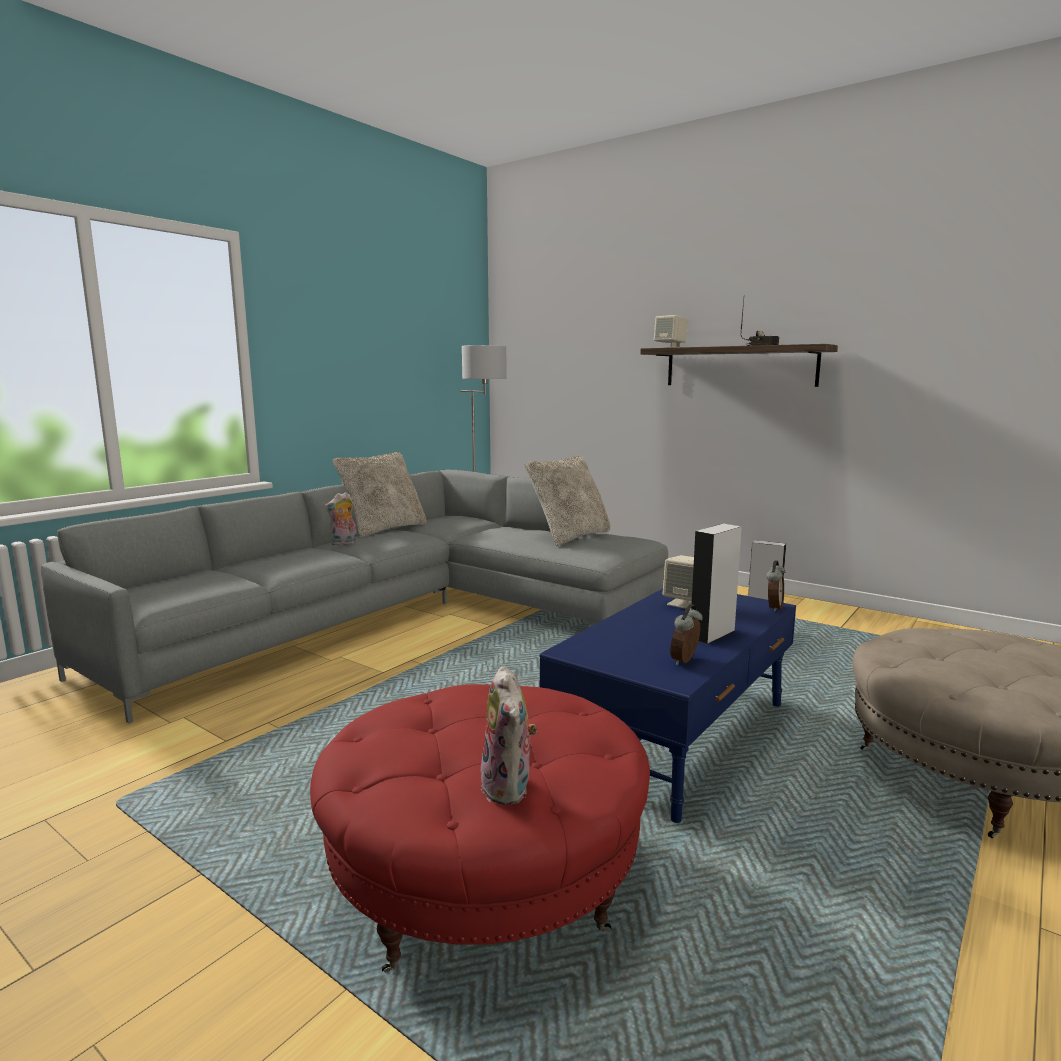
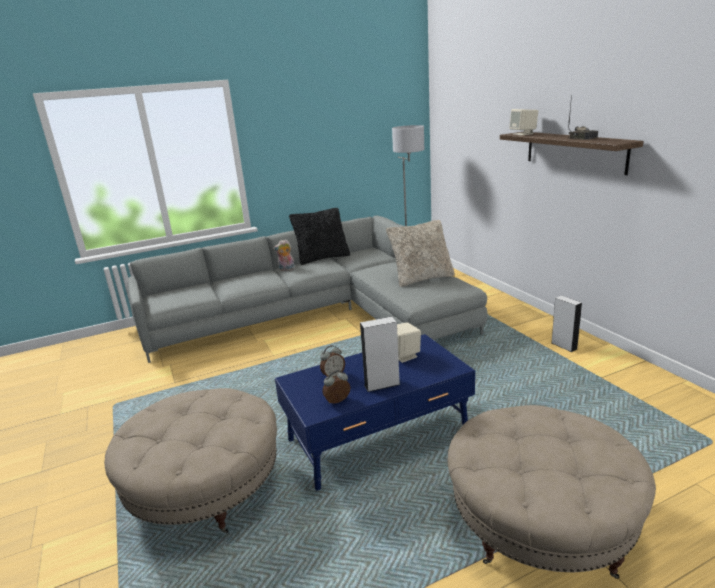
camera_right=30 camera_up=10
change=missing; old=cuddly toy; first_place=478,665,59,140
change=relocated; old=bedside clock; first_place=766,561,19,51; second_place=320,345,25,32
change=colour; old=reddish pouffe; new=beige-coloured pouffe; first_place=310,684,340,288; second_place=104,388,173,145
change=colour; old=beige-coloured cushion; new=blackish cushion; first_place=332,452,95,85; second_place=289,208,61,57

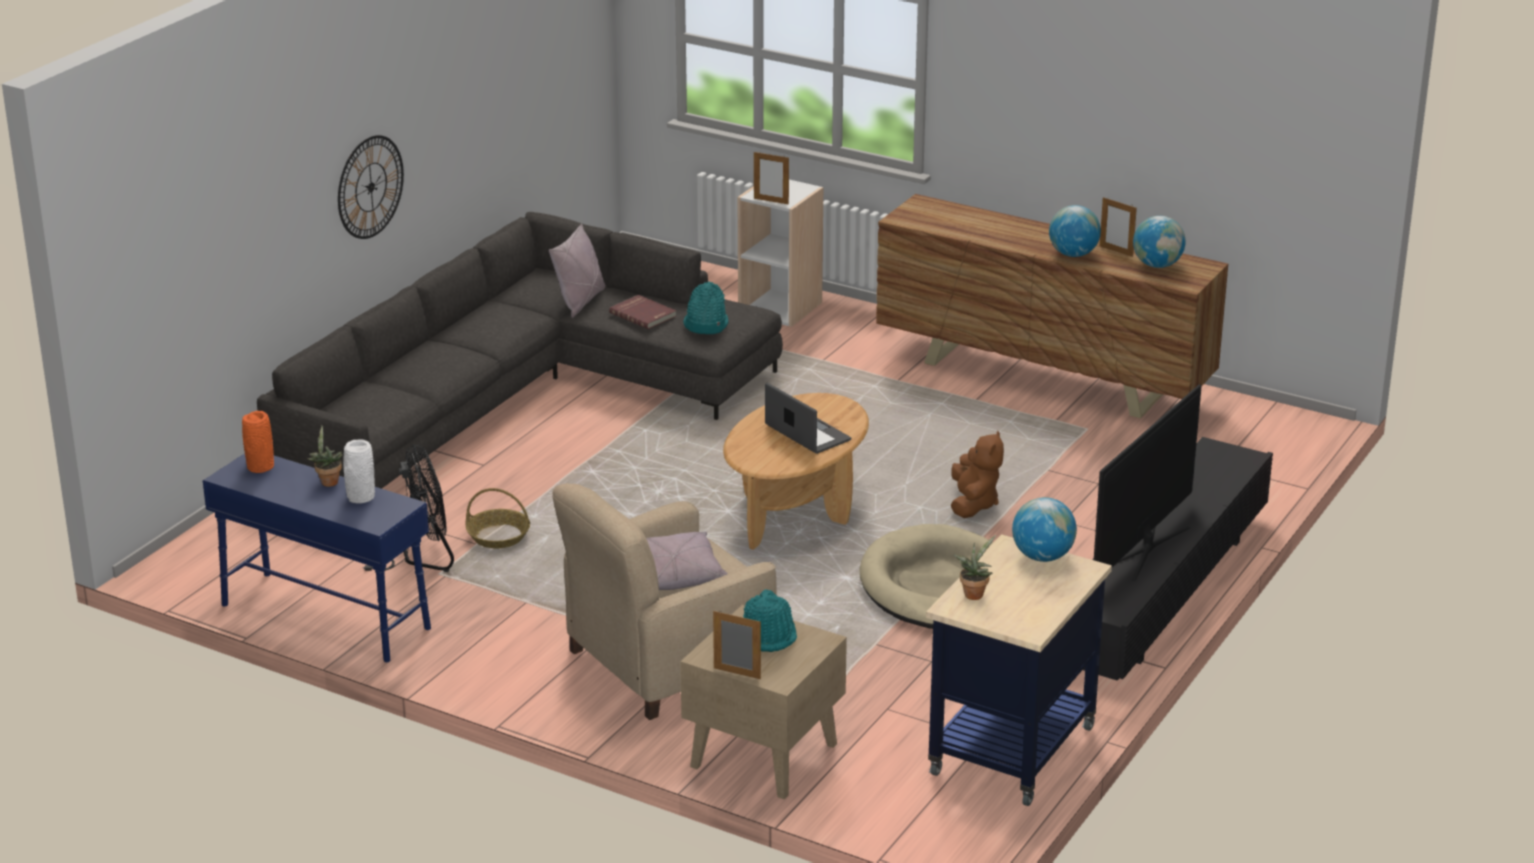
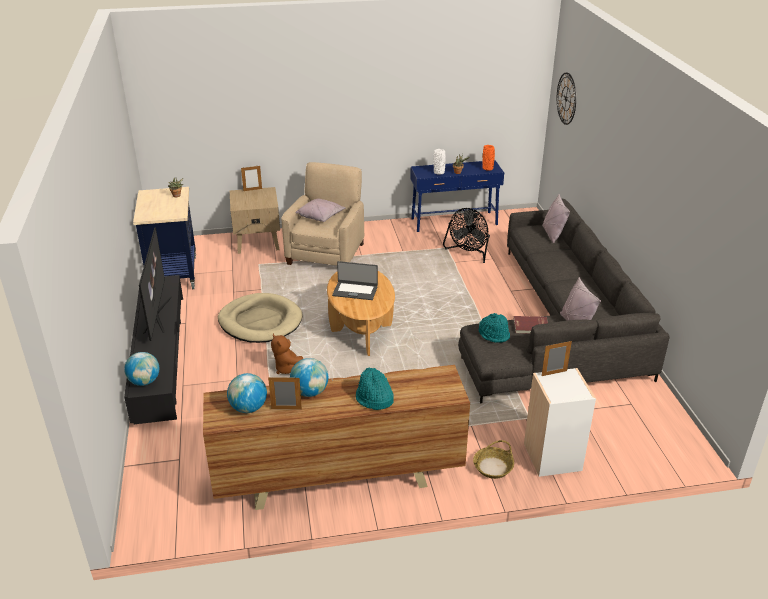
camera_right=140 camera_up=5
change=appeared; new=purple cushion; second_place=542,194,28,49
change=relocated; old=hanging clock; first_place=338,135,66,104; second_place=557,72,19,53
change=relocated; old=storage basket; first_place=466,488,64,60; second_place=473,440,41,39
change=relocated; old=blue-green clothing hat; first_place=743,590,54,62; second_place=356,368,38,42
change=relocated; old=world globe; first_place=1012,497,65,65; second_place=124,352,35,34

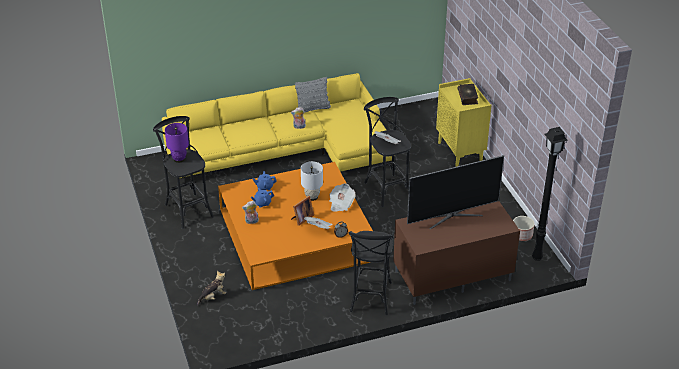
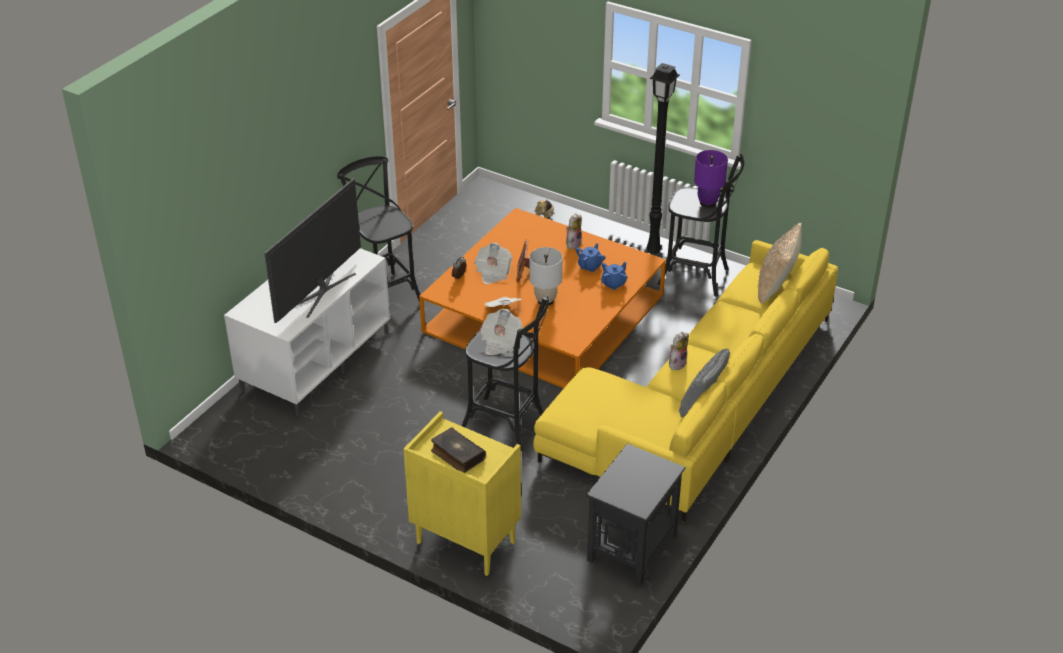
camera_right=140 camera_up=0
change=missing; old=plant pot; first_place=513,216,22,25
change=appeared; new=blackish accent table; second_place=586,444,100,141
change=appeared; new=beige-coloured cushion; second_place=758,222,44,81
change=relocated; old=blackish floor lamp; first_place=532,127,36,134; second_place=647,63,33,191
change=colour; old=brown tv unit; new=white tv unit; first_place=393,201,127,104; second_place=224,248,166,168

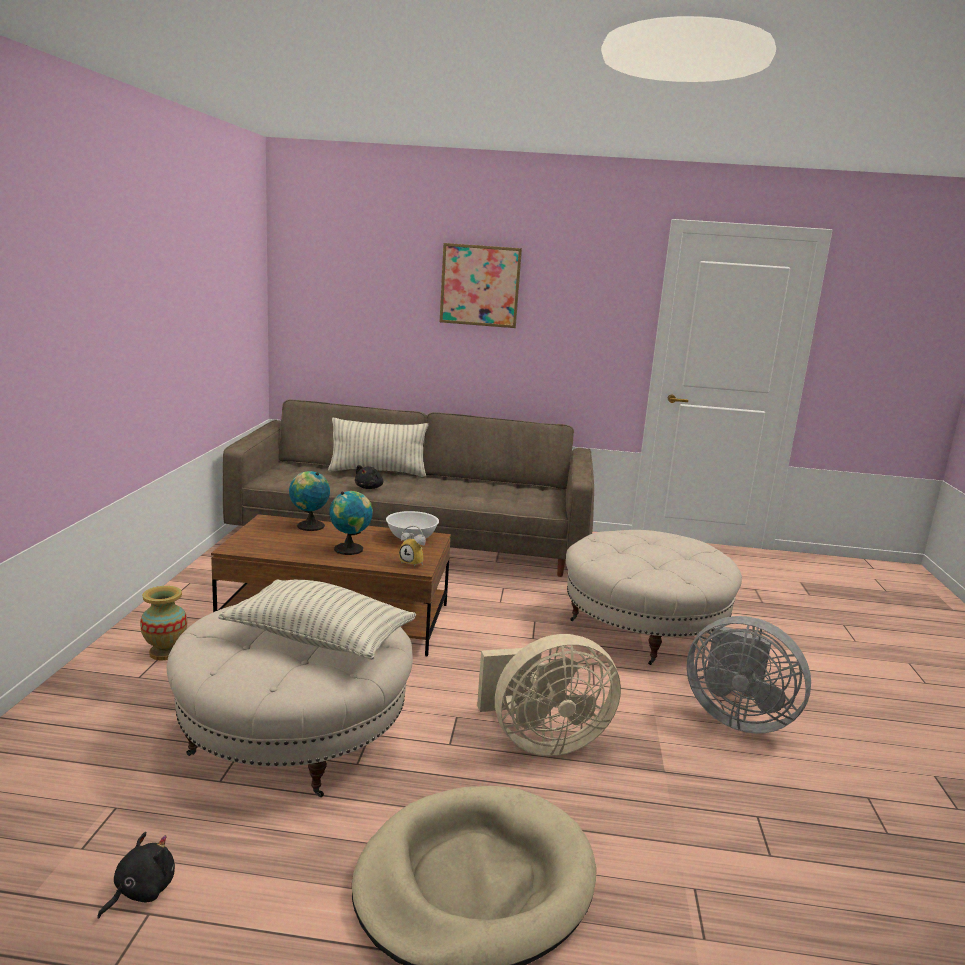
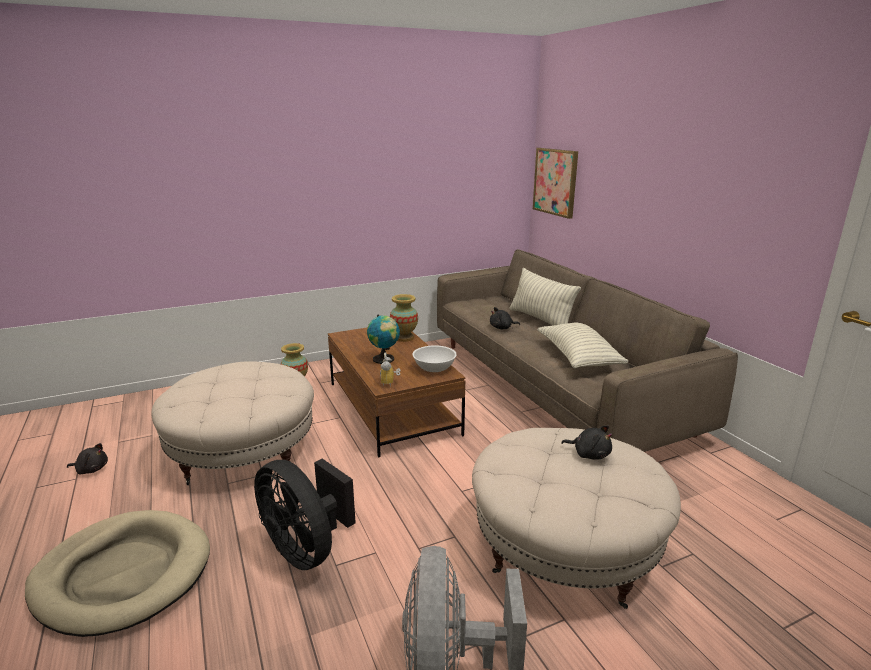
camera_right=60 camera_up=5
change=appeared; new=blackish cuddly toy; second_place=561,425,51,35
change=relocated; old=cushion; first_place=218,579,198,81; second_place=537,323,92,45
change=relocated; old=wall art; first_place=440,243,82,85; second_place=533,148,45,71
change=exchanged; old=world globe; new=flower vase; first_place=289,471,41,60; second_place=390,294,28,48
change=colour; old=beige-coloured electric fan; new=blackish electric fan; first_place=477,634,144,122; second_place=254,458,102,112

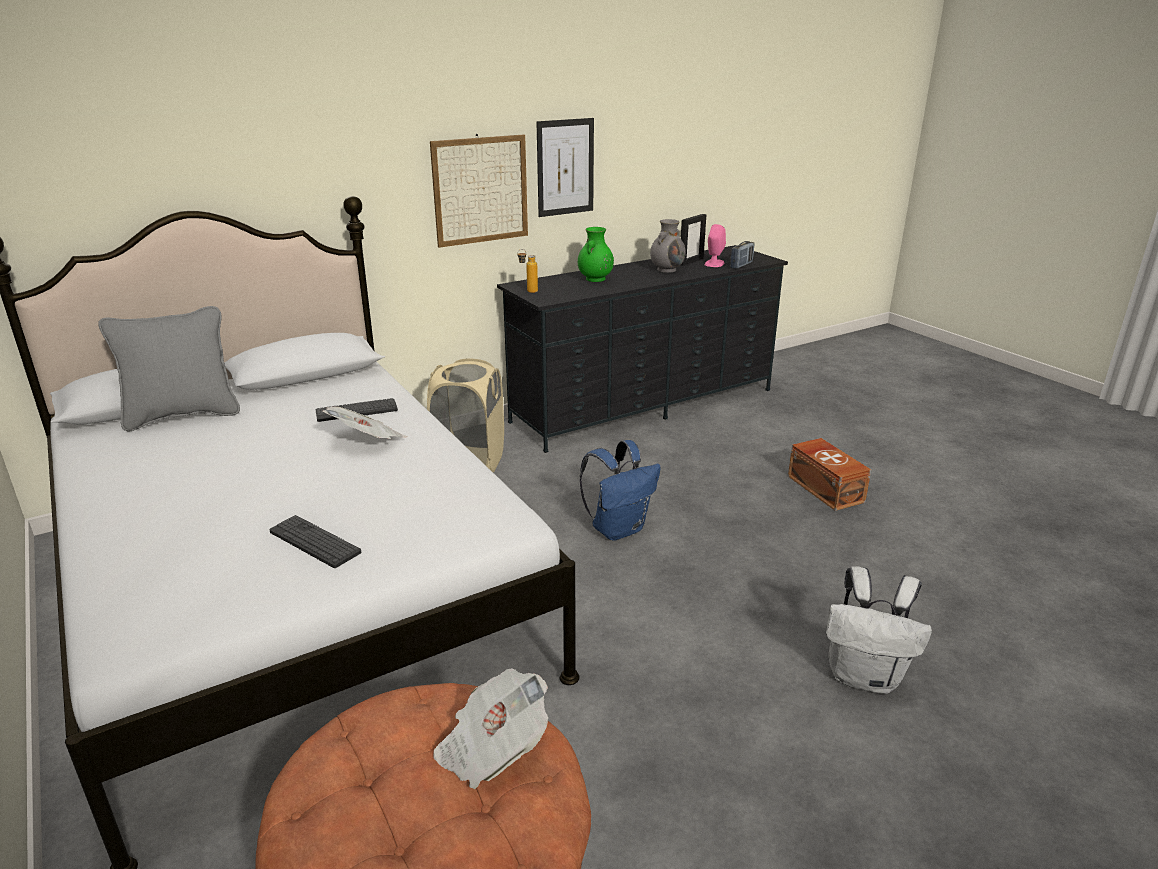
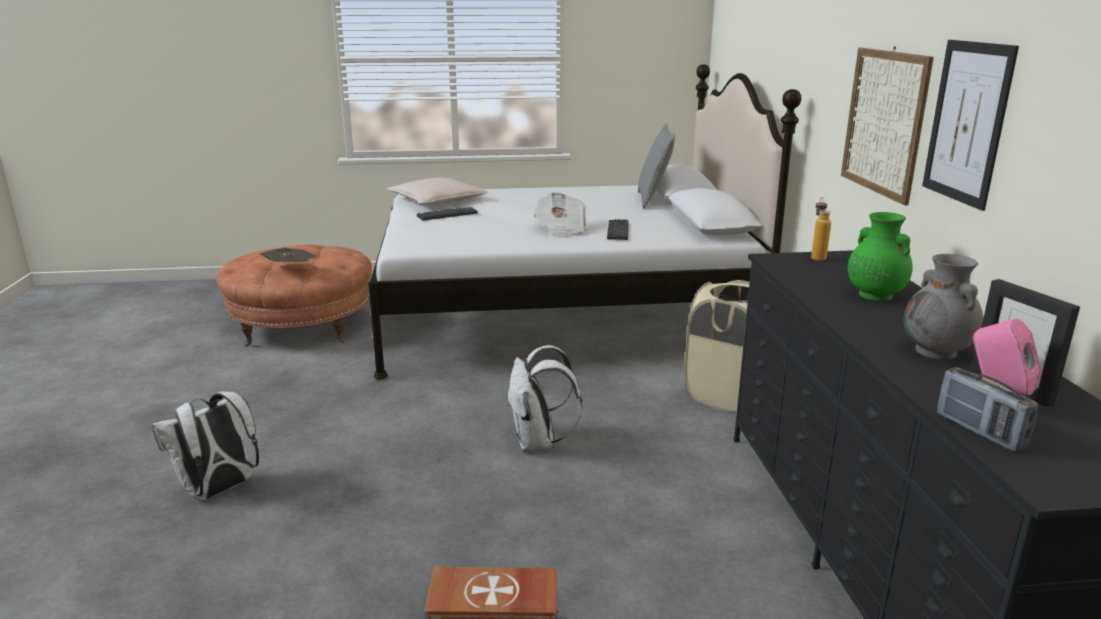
camera_right=115 camera_up=-5
change=appeared; new=beige-coloured cushion; second_place=388,178,100,26
change=colour; old=bluish rucksack; new=white rucksack; first_place=580,440,81,101; second_place=508,345,74,105

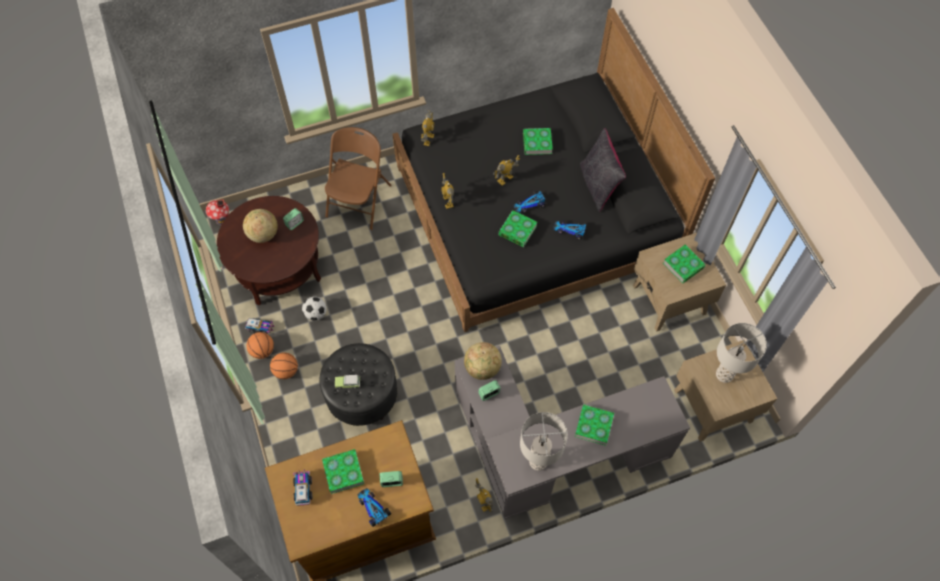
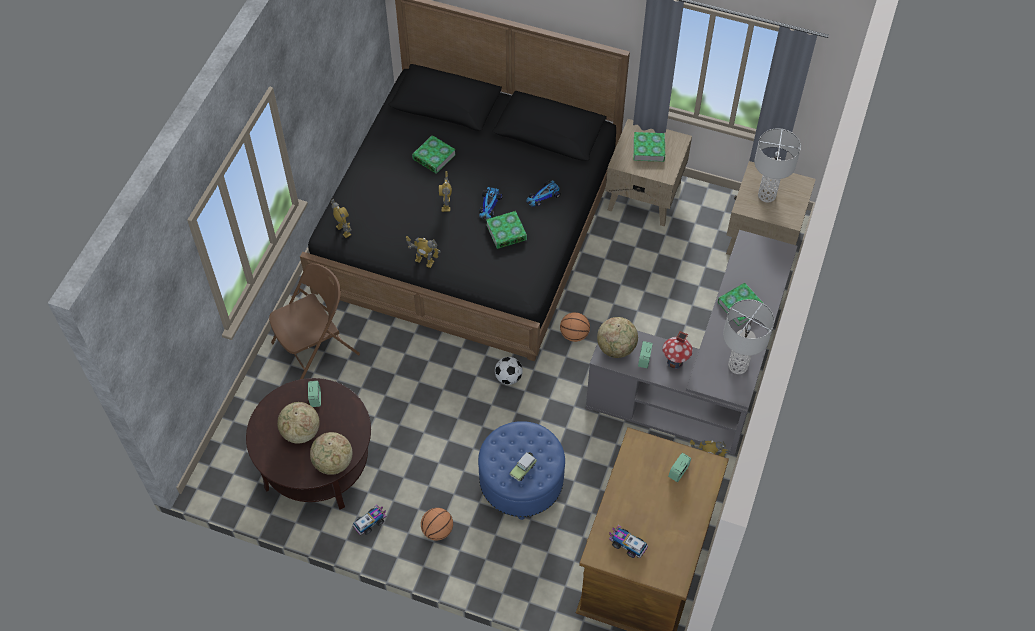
camera_right=-50 camera_up=-5
change=missing; old=volume; first_place=322,449,42,45
change=missing; old=model car; first_place=357,488,34,39
change=missing; old=blackish cushion; first_place=580,128,46,84
change=appeared; new=world globe; second_place=310,432,43,43
change=relocated; old=toy house; first_place=206,199,23,26; second_place=662,331,31,38
change=relocated; old=basketball; first_place=247,332,27,27; second_place=560,312,30,30
change=relocated; old=football ball; first_place=302,297,25,24; second_place=495,357,28,28
change=colour; old=blackish pouffe; new=bluish pouffe; first_place=319,343,78,83; second_place=478,421,87,99
change=spun; old=brown chair; first_place=325,127,67,103; second_place=269,264,91,115; degrees=90

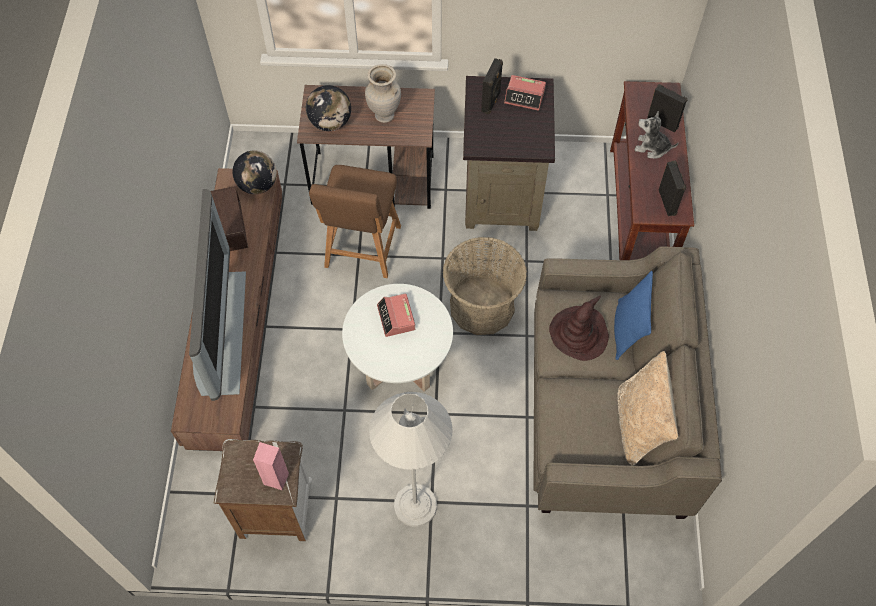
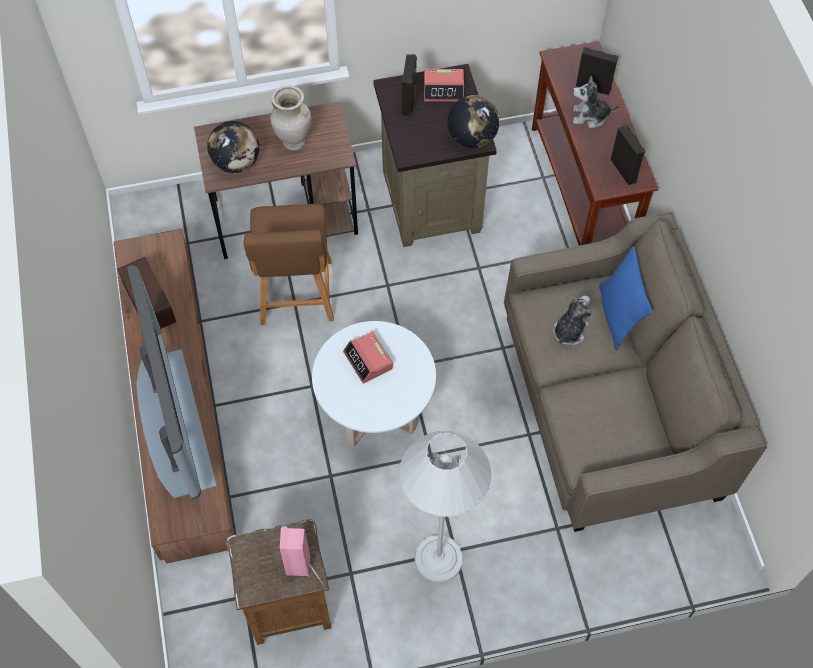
camera_right=-15 camera_up=0
change=missing; old=storage basket; first_place=443,237,84,98
change=missing; old=beige-coloured cushion; first_place=617,351,61,115
change=relocated; old=world globe; first_place=232,150,45,44; second_place=447,95,53,53
change=exchanged; old=brown clothing hat; new=cuddly toy; first_place=549,295,60,66; second_place=553,296,40,49

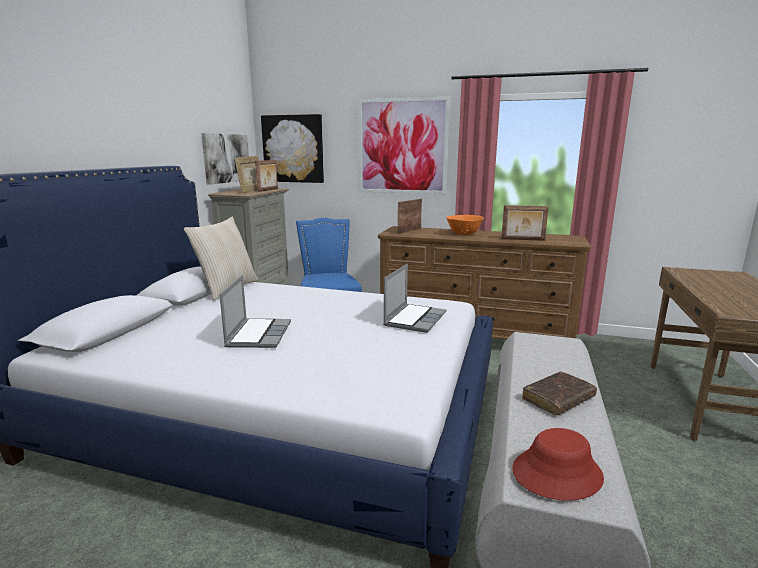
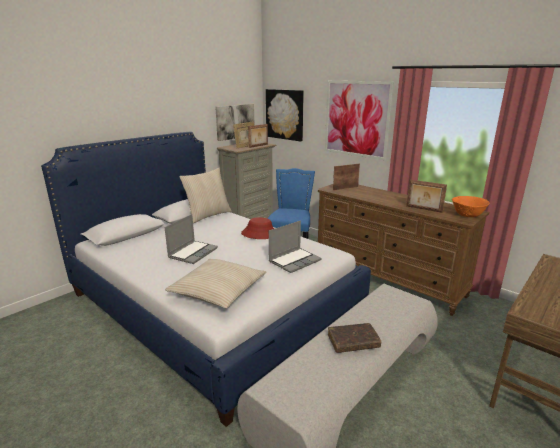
camera_right=25 camera_up=5
change=appeared; new=beige-coloured cushion; second_place=165,259,101,49
change=relocated; old=orange-coloured bowl; first_place=446,215,38,20; second_place=452,196,38,21
change=relocated; old=reddish clothing hat; first_place=512,428,92,73; second_place=241,217,33,22

